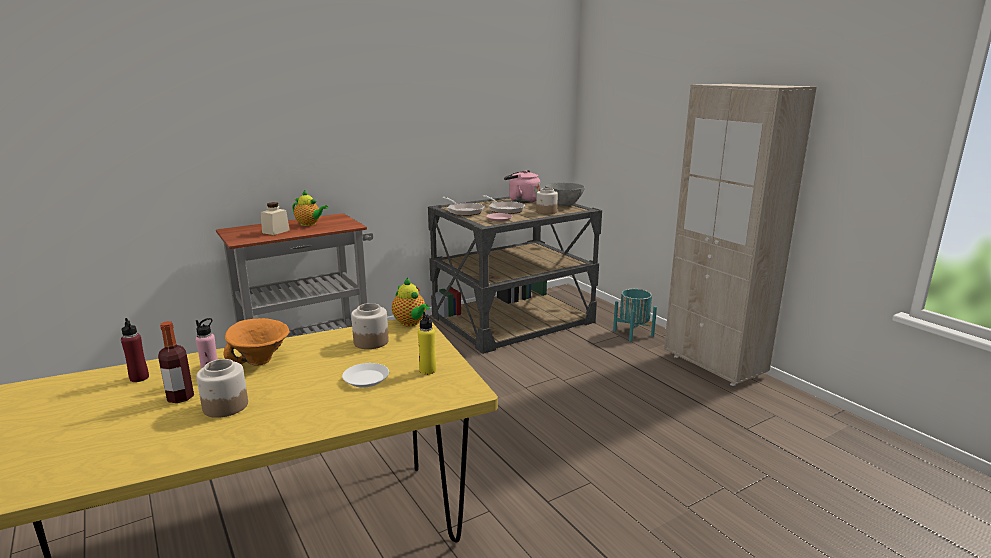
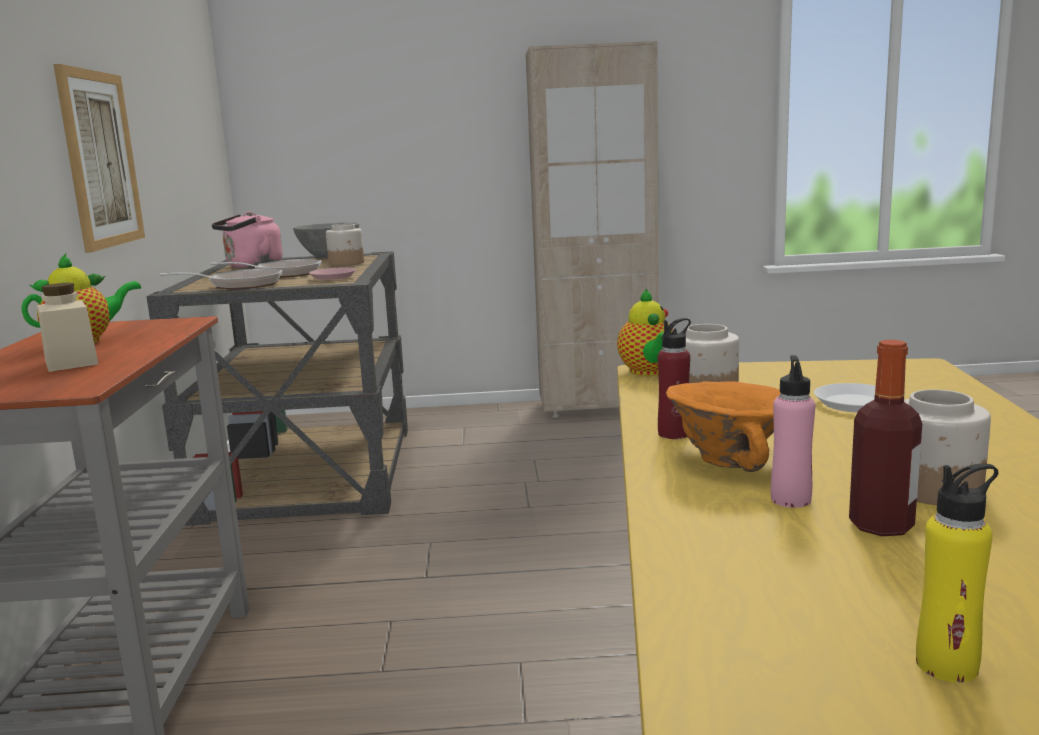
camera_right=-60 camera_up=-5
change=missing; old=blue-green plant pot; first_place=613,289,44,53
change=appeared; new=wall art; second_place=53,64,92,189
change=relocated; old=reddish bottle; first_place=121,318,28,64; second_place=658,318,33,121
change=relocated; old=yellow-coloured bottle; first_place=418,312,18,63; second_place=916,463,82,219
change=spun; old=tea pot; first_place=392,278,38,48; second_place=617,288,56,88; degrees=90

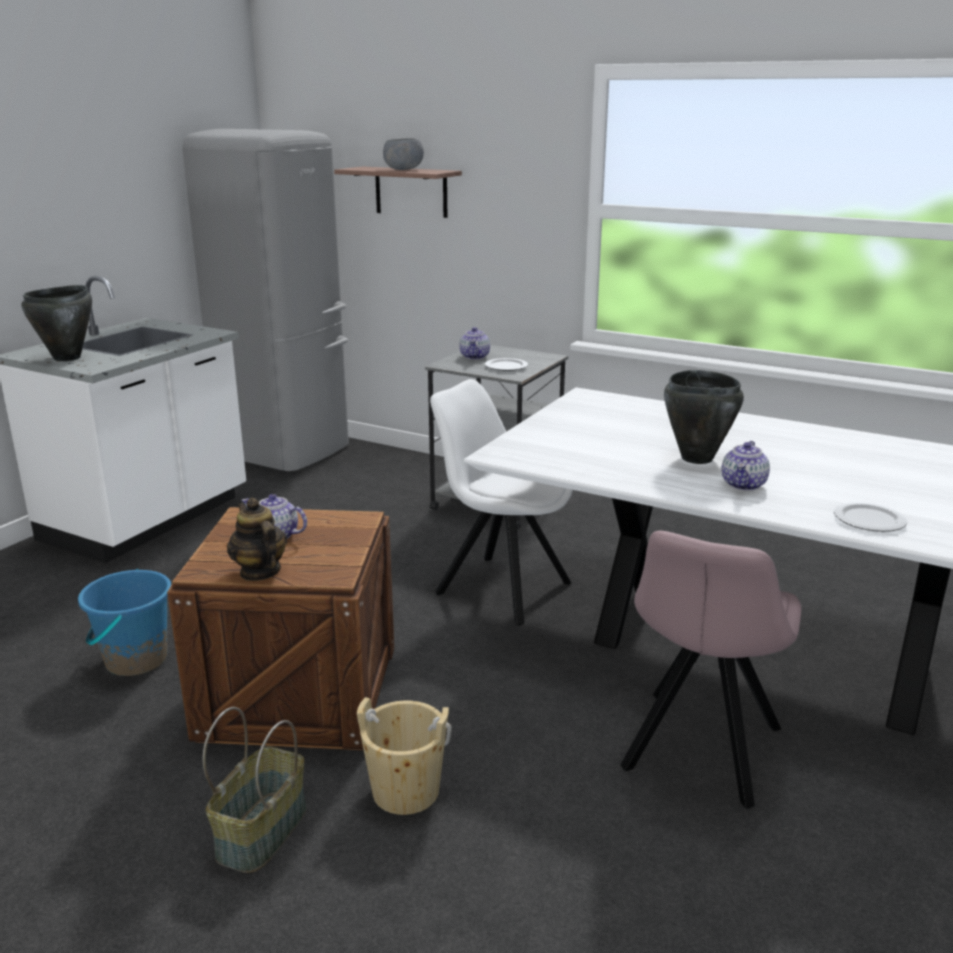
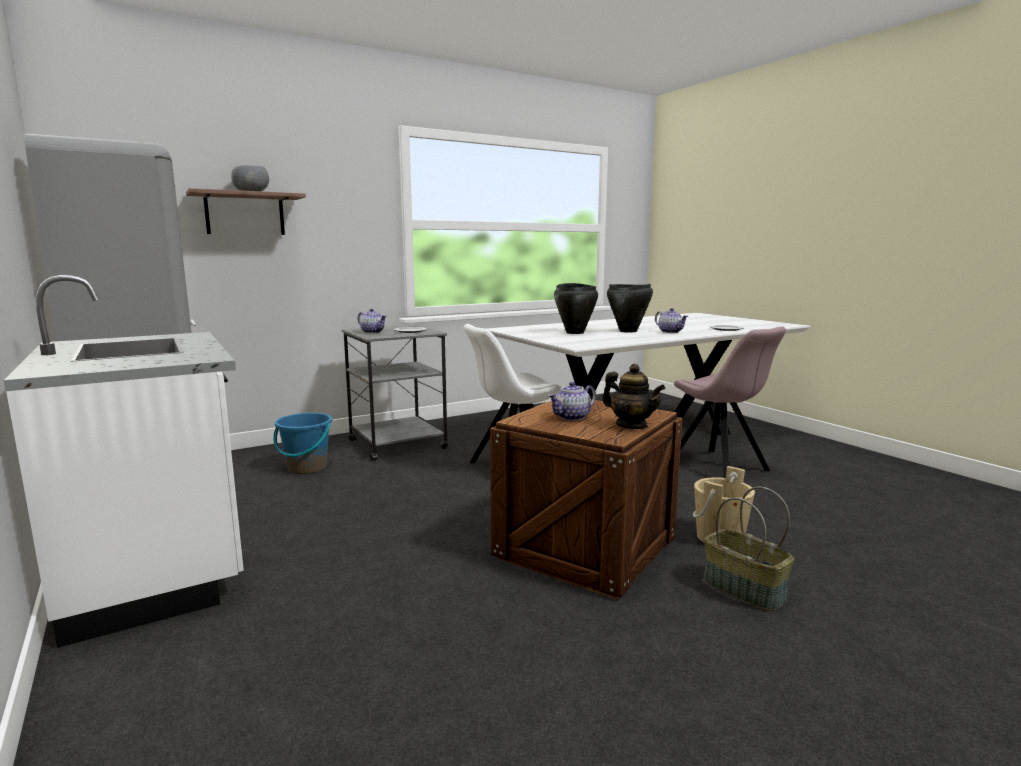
camera_right=-60 camera_up=-10
change=relocated; old=blackish saucepot; first_place=21,285,71,76; second_place=554,283,44,51
change=relocated; old=bluish bucket; first_place=78,569,93,107; second_place=273,413,59,61
change=spun; old=tea pot; first_place=227,498,60,83; second_place=602,364,63,65; degrees=-135

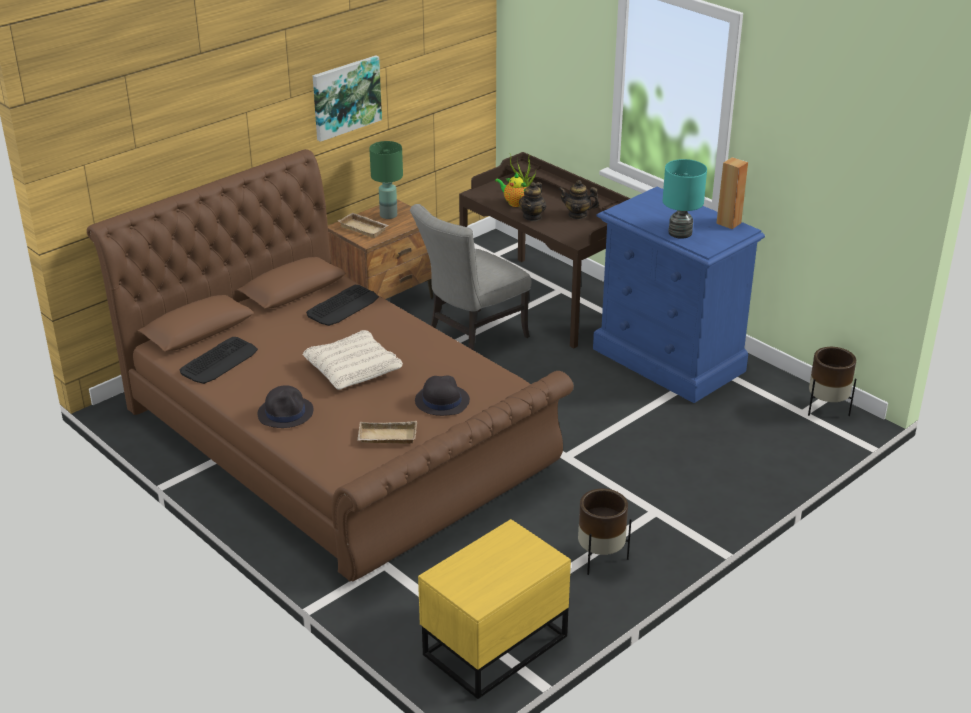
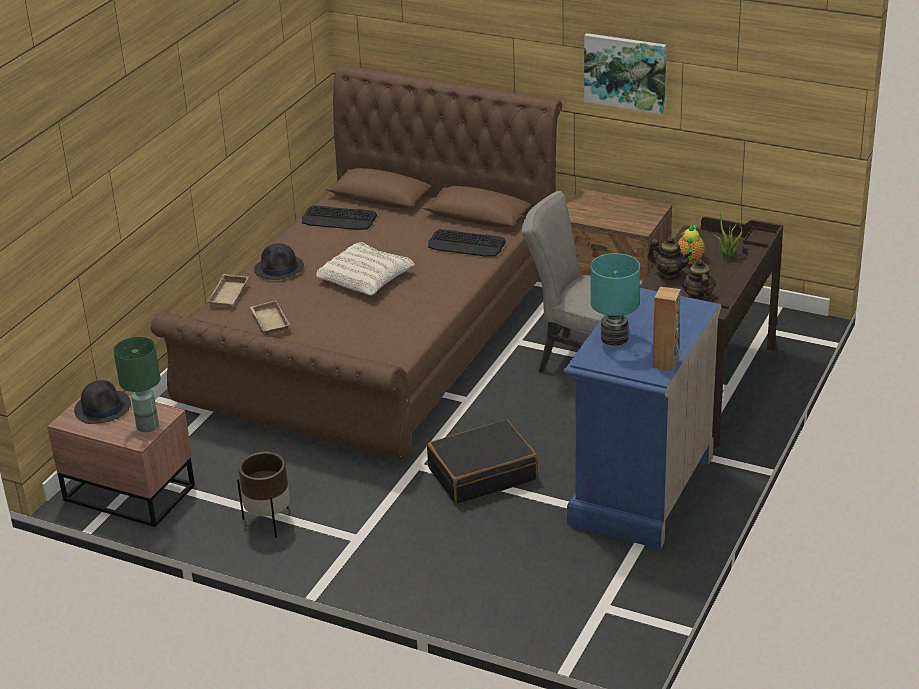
camera_right=70 camera_up=0
change=missing; old=brown plant pot; first_place=808,347,48,69
change=appeared; new=blackish suitcase; second_place=427,419,110,85
change=relocated; old=beige-coloured serving tray; first_place=338,212,51,26; second_place=207,274,42,33
change=relocated; old=green-coloured table lamp; first_place=369,141,34,78; second_place=113,337,48,95
change=relocated; old=blackish clothing hat; first_place=415,376,55,40; second_place=74,380,57,44
change=colour; old=yellow-coloured bedside table; new=brown bedside table; first_place=418,519,153,180; second_place=47,395,148,132
change=spun; old=tea pot; first_place=519,182,27,39; second_place=647,237,45,43; degrees=-150

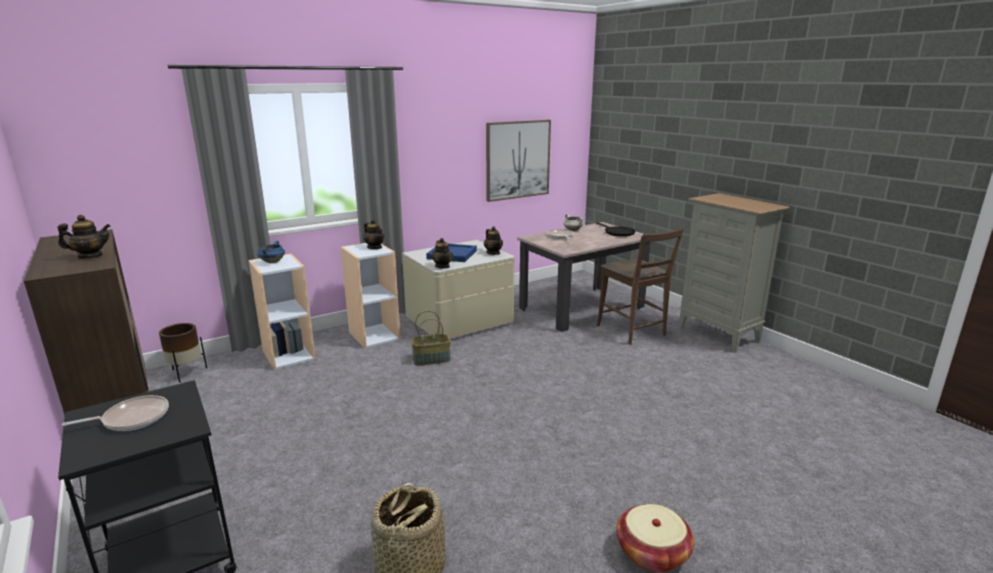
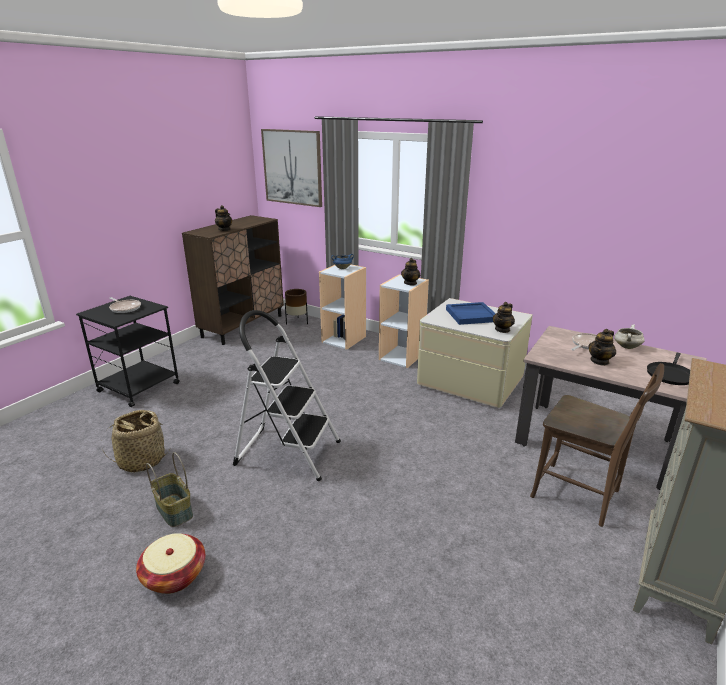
camera_right=65 camera_up=5
change=appeared; new=step ladder; second_place=233,310,108,171
change=relocated; old=storage basket; first_place=411,310,40,55; second_place=146,452,47,75
change=relocated; old=tea pot; first_place=431,238,22,31; second_place=588,329,28,37
change=relocated; old=wall art; first_place=486,120,65,82; second_place=261,129,61,78
change=spun; old=brown chair; first_place=596,228,87,117; second_place=530,363,134,164; degrees=-90

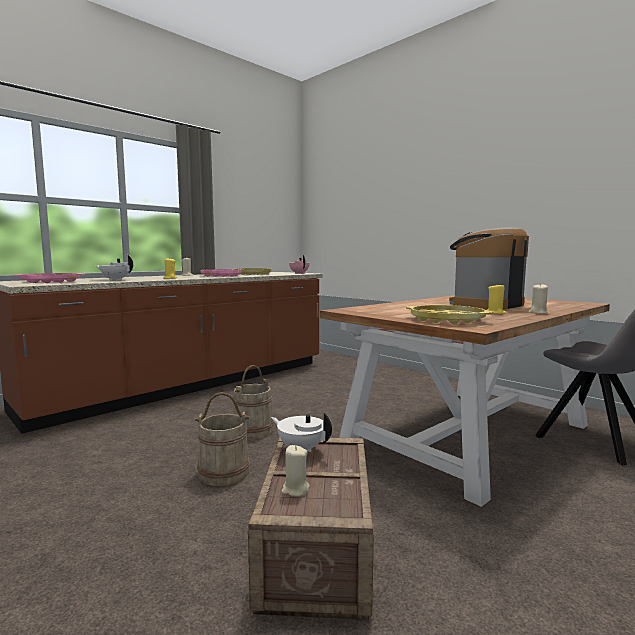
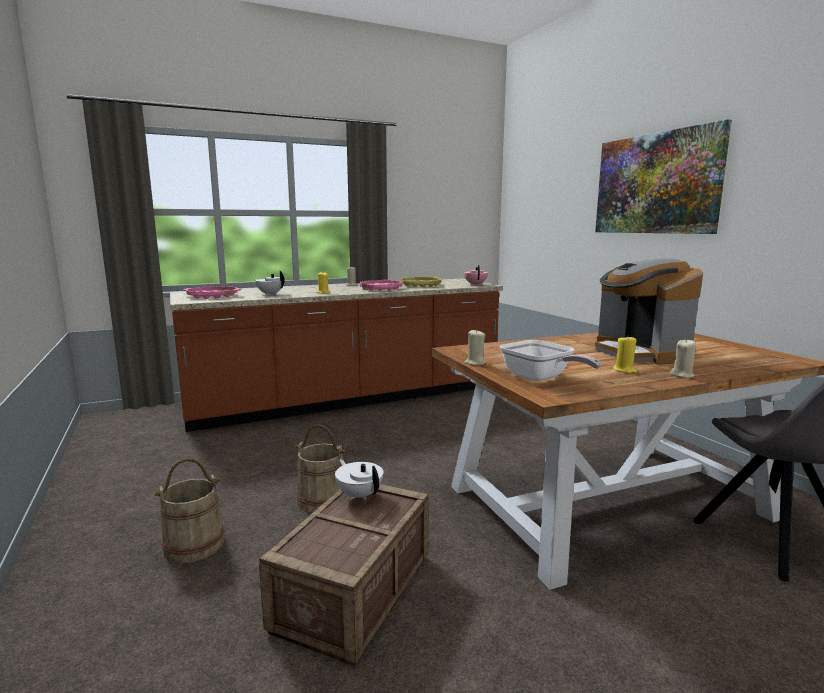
camera_right=20 camera_up=5
change=appeared; new=wall art; second_place=595,119,137,115
change=relocated; old=beige-coloured bucket; first_place=233,365,41,74; second_place=154,458,71,105
change=relocated; old=beige-coloured wax candle; first_place=281,445,29,52; second_place=464,329,22,36
change=exchanged; old=yellow-coloured serving tray; new=skillet; first_place=406,305,87,19; second_place=499,340,102,41
change=spun; old=coffee maker; first_place=449,227,80,83; second_place=595,258,108,107; degrees=-90

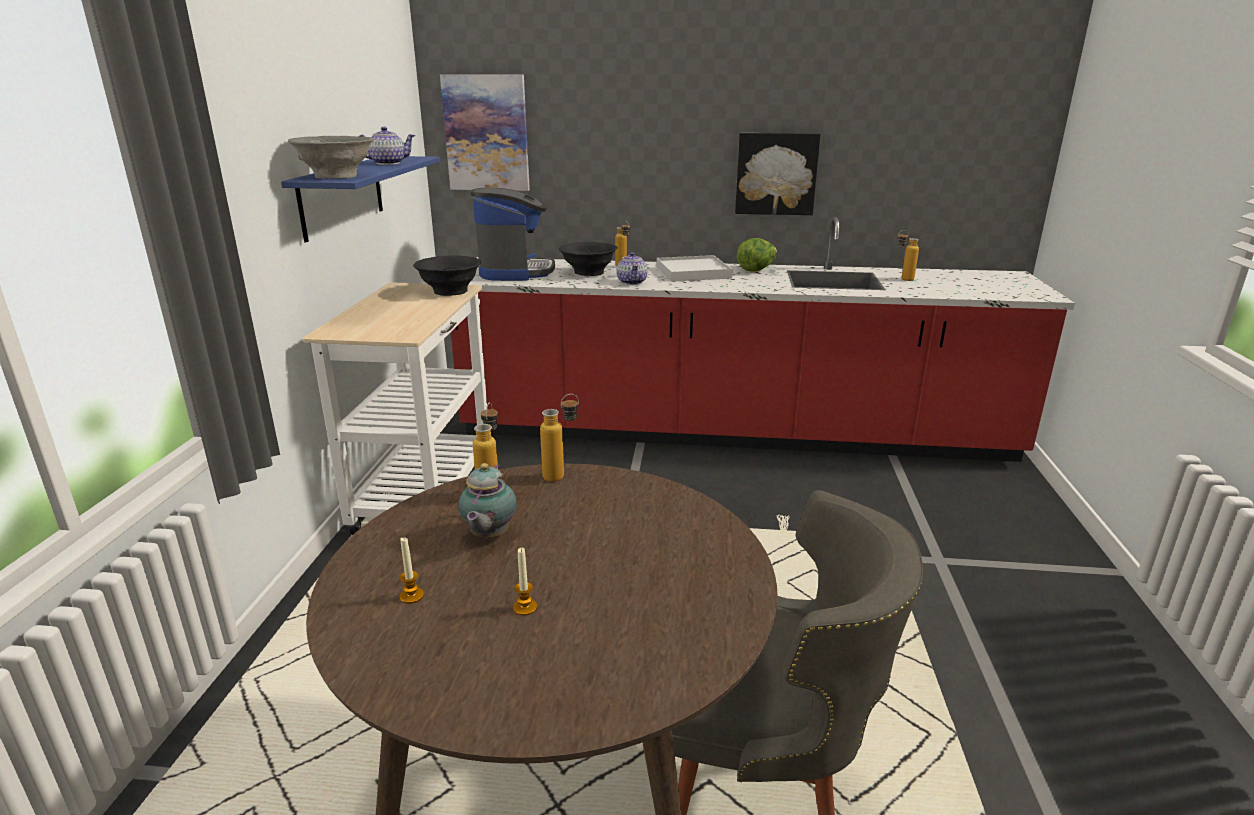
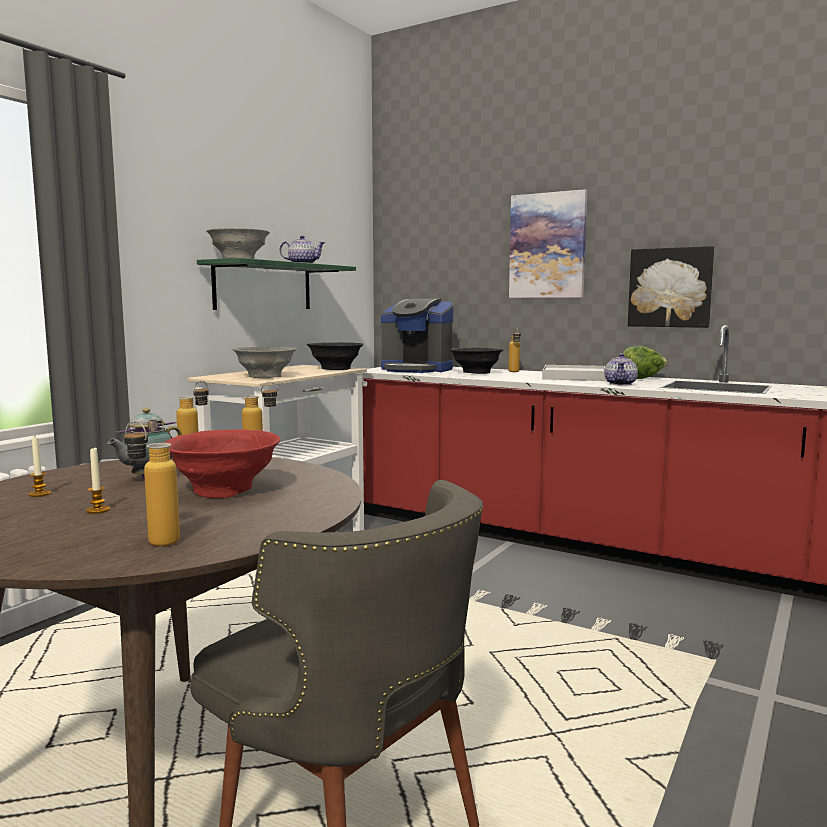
camera_right=25 camera_up=-15
change=appeared; new=reddish bowl; second_place=164,429,117,69
change=appeared; new=gray bowl; second_place=232,347,64,31
change=relocated; old=wall art; first_place=440,74,90,117; second_place=509,189,78,109
change=relocated; old=tea pot; first_place=617,252,31,33; second_place=605,353,33,33
change=relocated; old=bottle; first_place=898,230,21,51; second_place=124,421,56,125
change=colour; old=bluish wall shelf; new=green-coloured wall shelf; first_place=281,156,159,86; second_place=197,258,159,52
change=spun; old=coffee maker; first_place=470,187,85,94; second_place=381,299,73,74; degrees=90

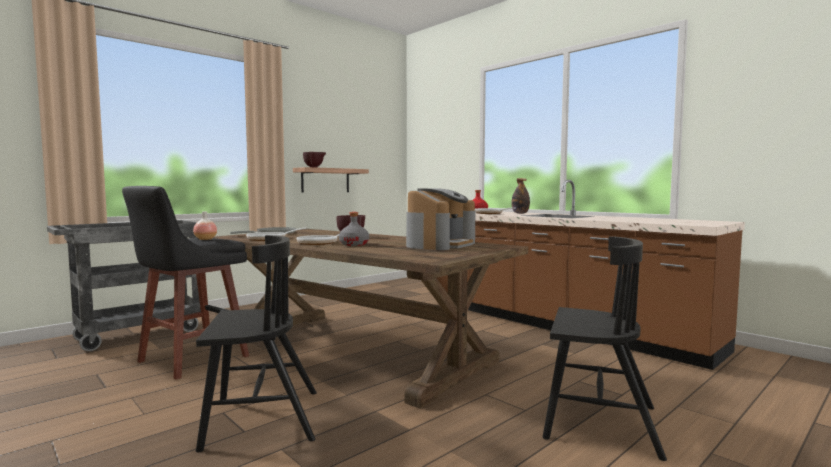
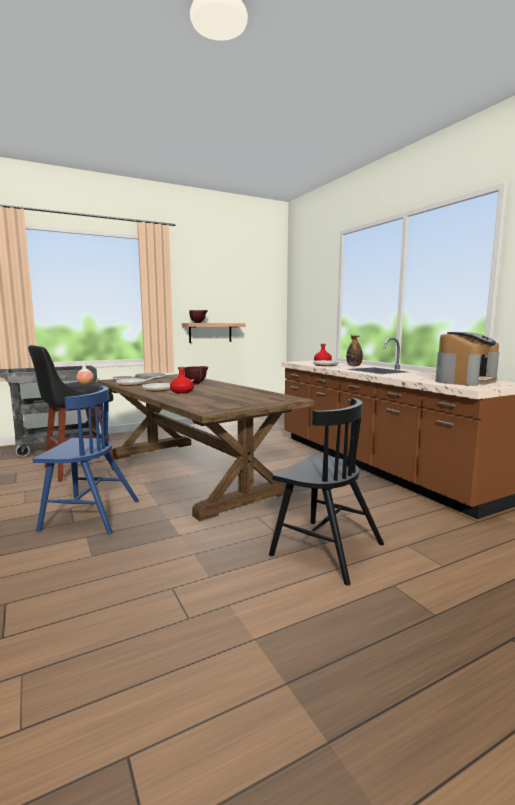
camera_right=15 camera_up=5
change=relocated; old=coffee maker; first_place=406,188,69,62; second_place=435,332,64,54
change=colour; old=blackish chair; new=bluish chair; first_place=196,235,121,217; second_place=33,386,106,148
change=colour; old=gray bottle; new=reddish bottle; first_place=339,212,30,34; second_place=170,367,24,27

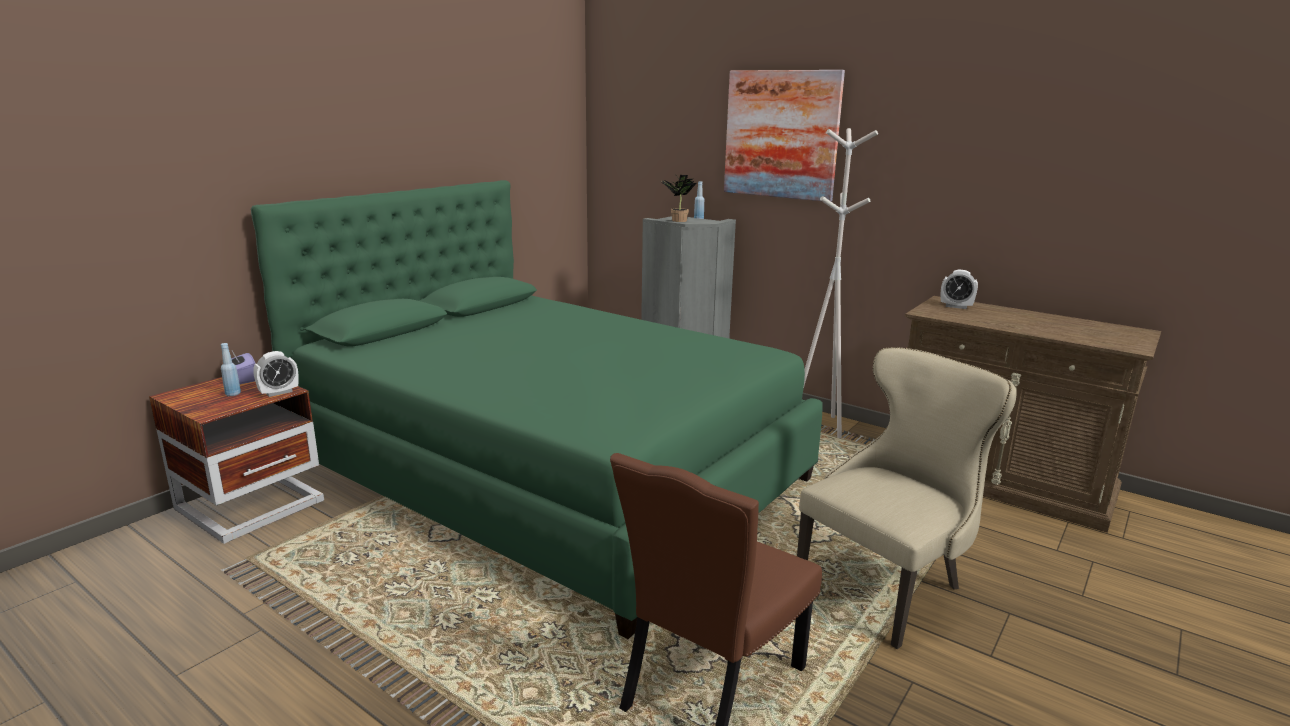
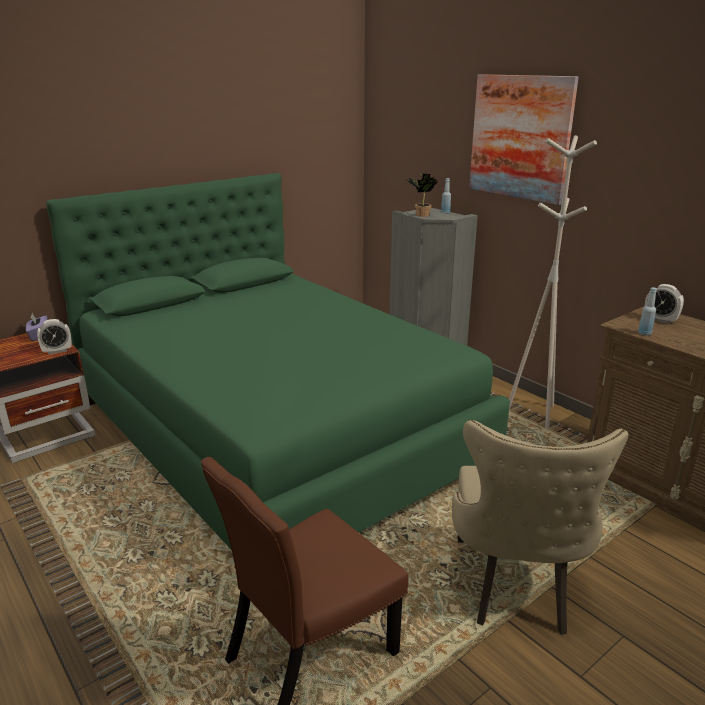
camera_right=15 camera_up=5
change=relocated; old=bluish bottle; first_place=221,343,20,53; second_place=638,287,19,49
change=spun; old=beige-coloured chair; first_place=797,347,220,302; second_place=452,420,177,215; degrees=120

